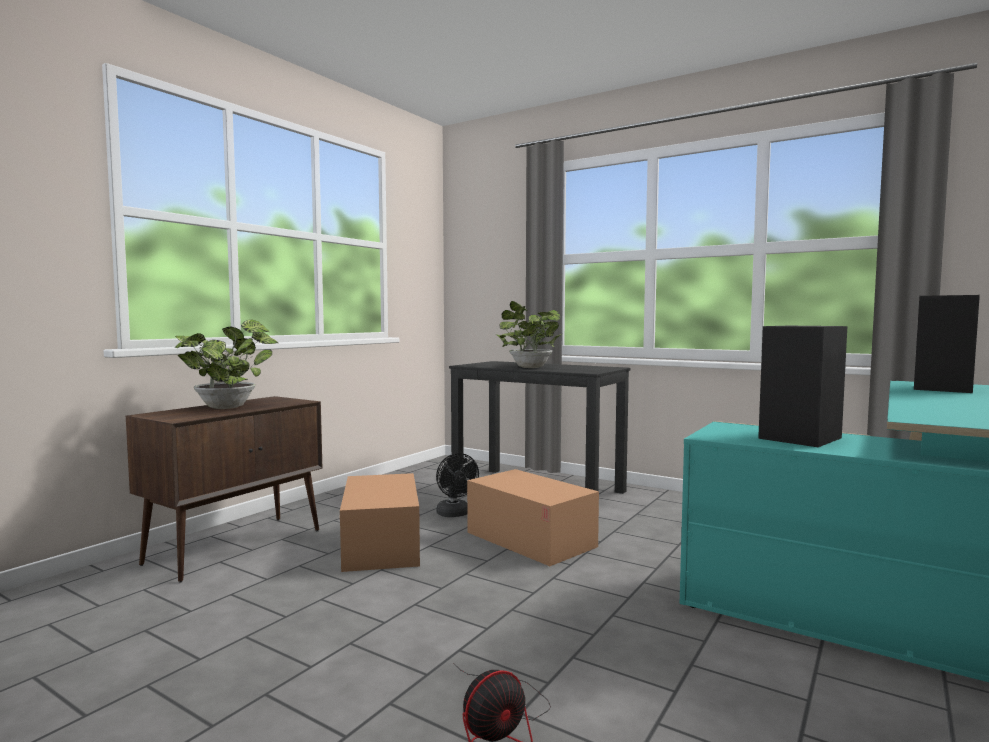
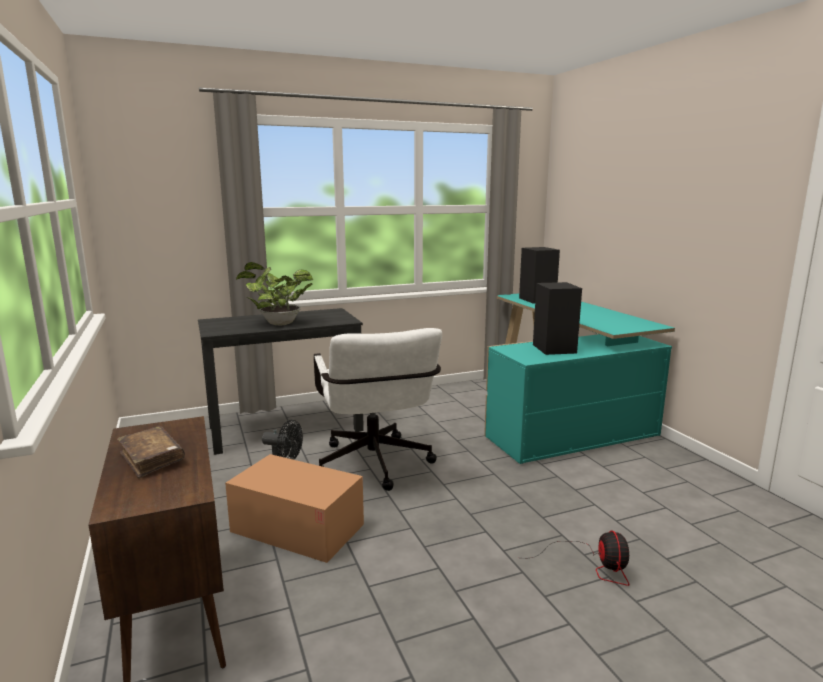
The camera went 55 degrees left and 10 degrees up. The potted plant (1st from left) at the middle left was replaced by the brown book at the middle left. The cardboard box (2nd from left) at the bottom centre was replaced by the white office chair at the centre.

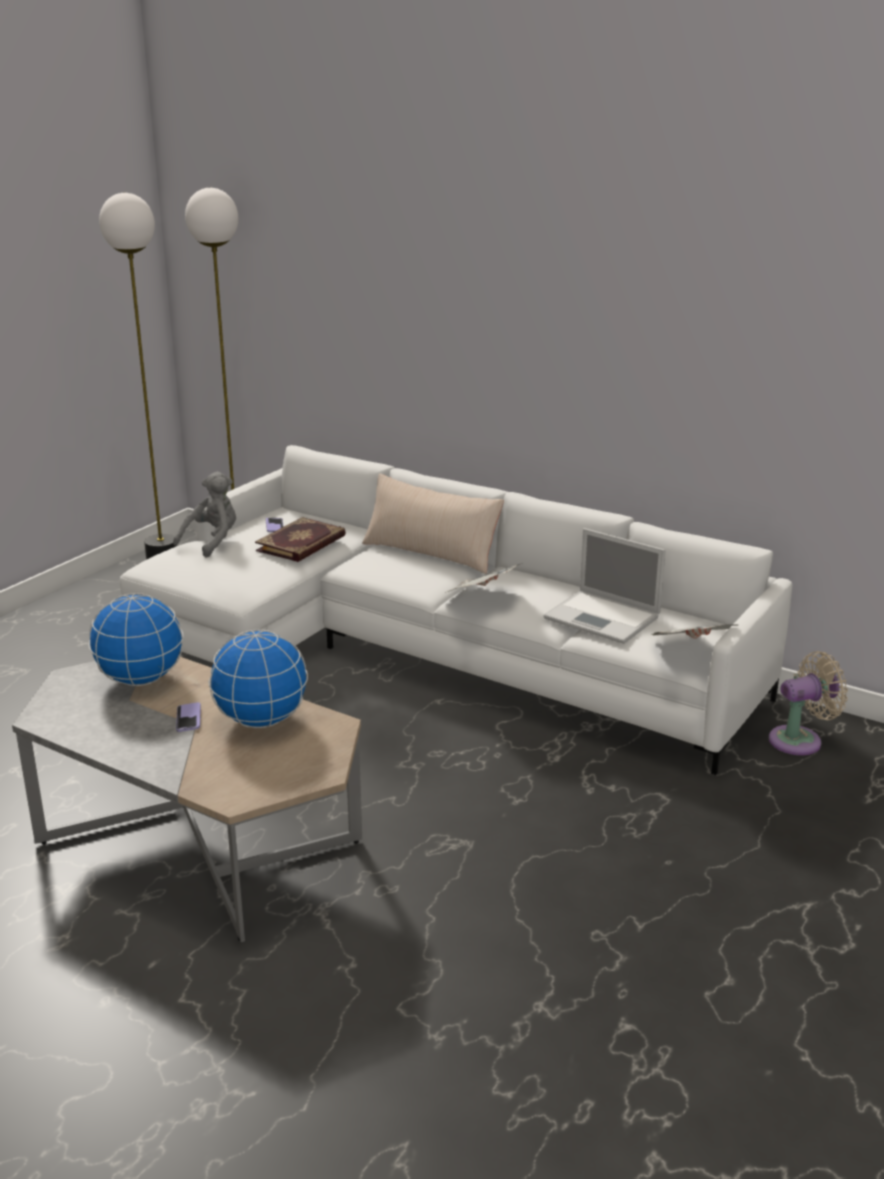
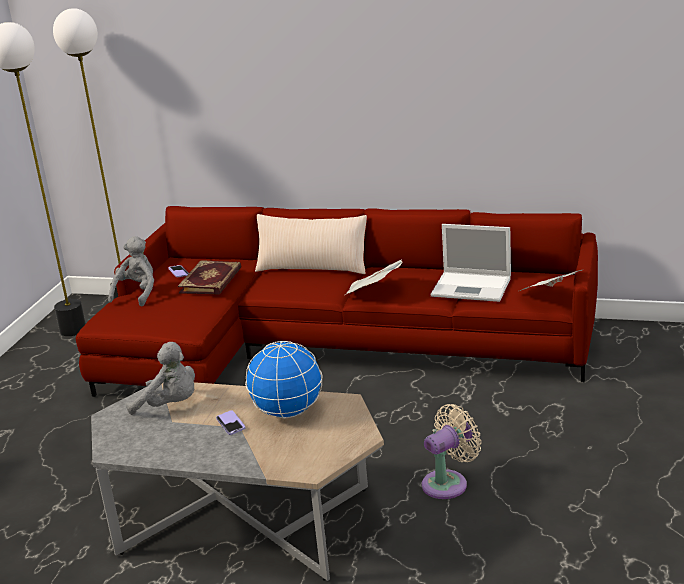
The camera went 15 degrees left and 0 degrees up. The white sofa at the centre became the red sofa at the centre. The globe (1st from left) at the middle left was replaced by the grey plush toy (2nd from left) at the middle left. The beige fan moved from the middle right to the bottom centre.

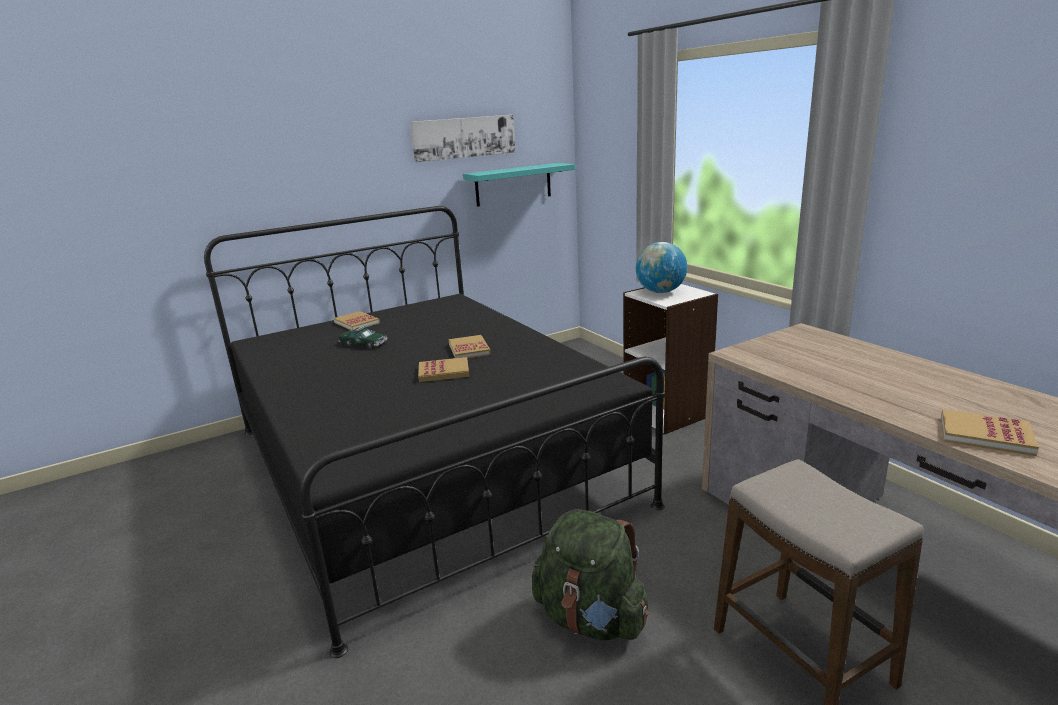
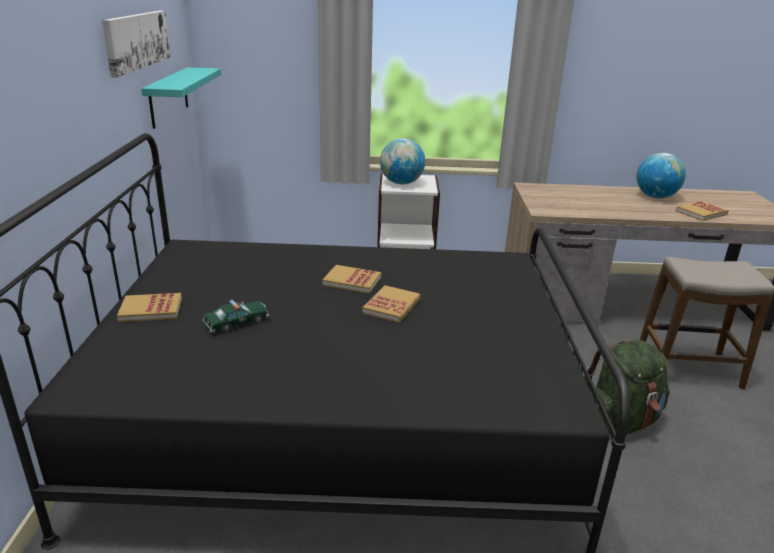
The camera went 60 degrees left and 5 degrees up. The globe (2nd from left) at the top right appeared.

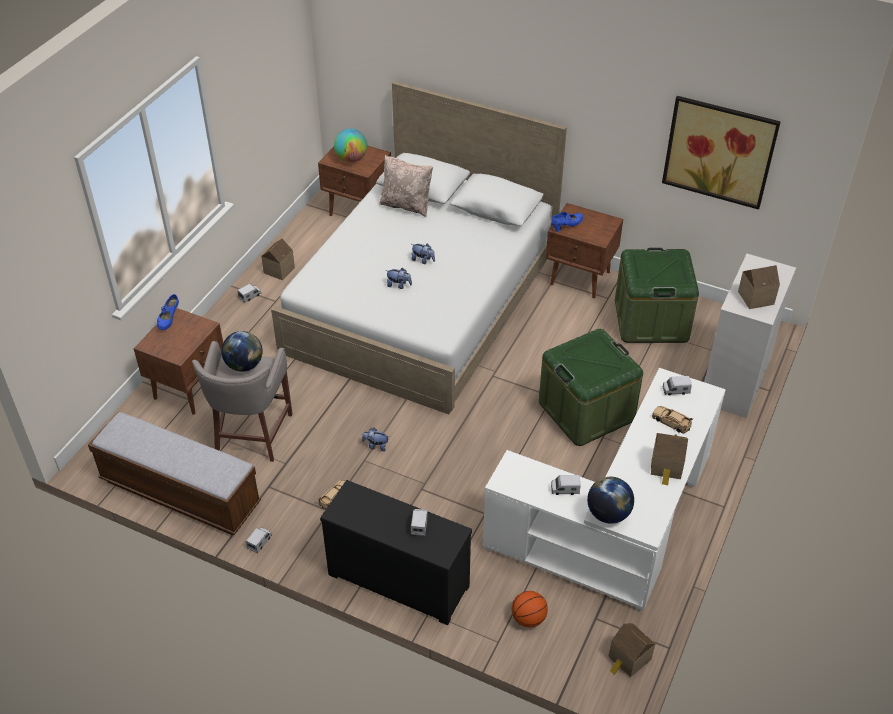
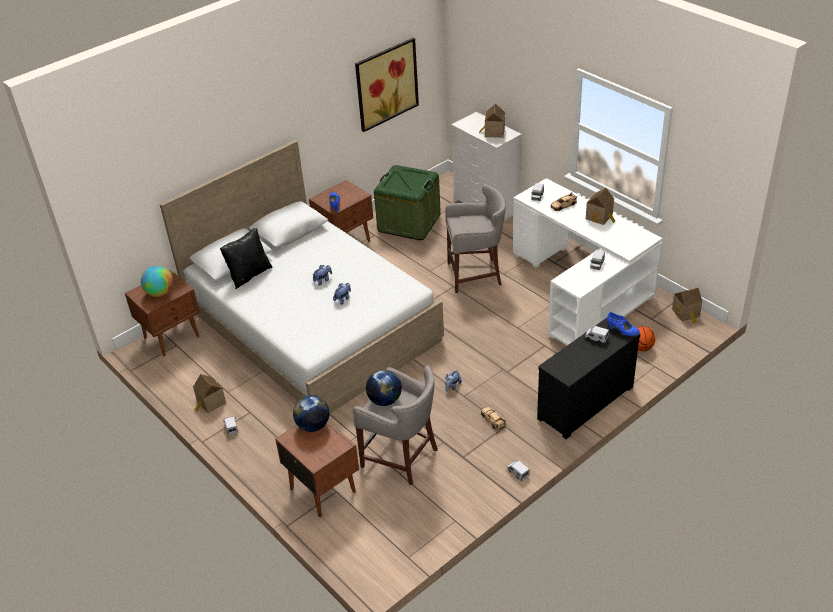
The camera went 65 degrees left and 5 degrees down. The beige pillow at the top centre became the black pillow at the middle left. The globe (3rd from left in the first image) moved from the bottom right to the bottom centre. The green storage box (1st from left) at the centre was replaced by the grey stool (2nd from left) at the centre. The blue shoe (1st from left in the first image) moved from the middle left to the middle right. The bench at the middle left disappeared.

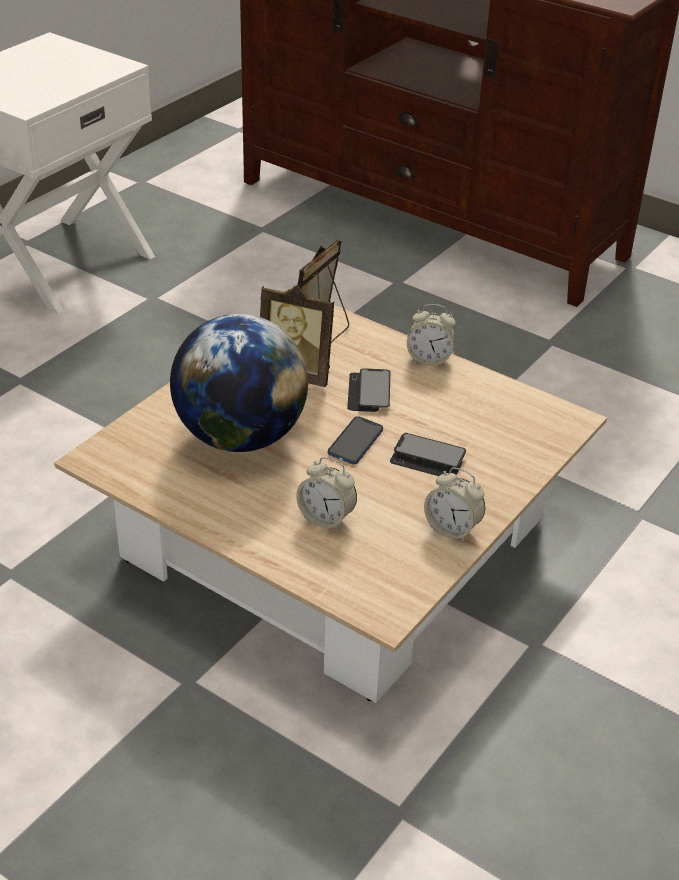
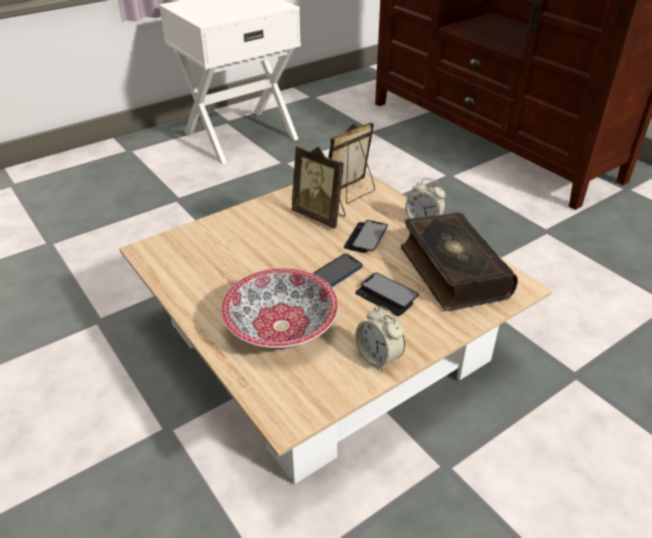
The camera went 20 degrees right and 0 degrees up. The alarm clock (1st from left) at the centre was replaced by the bowl at the centre. The book at the middle right appeared. The globe at the centre disappeared.

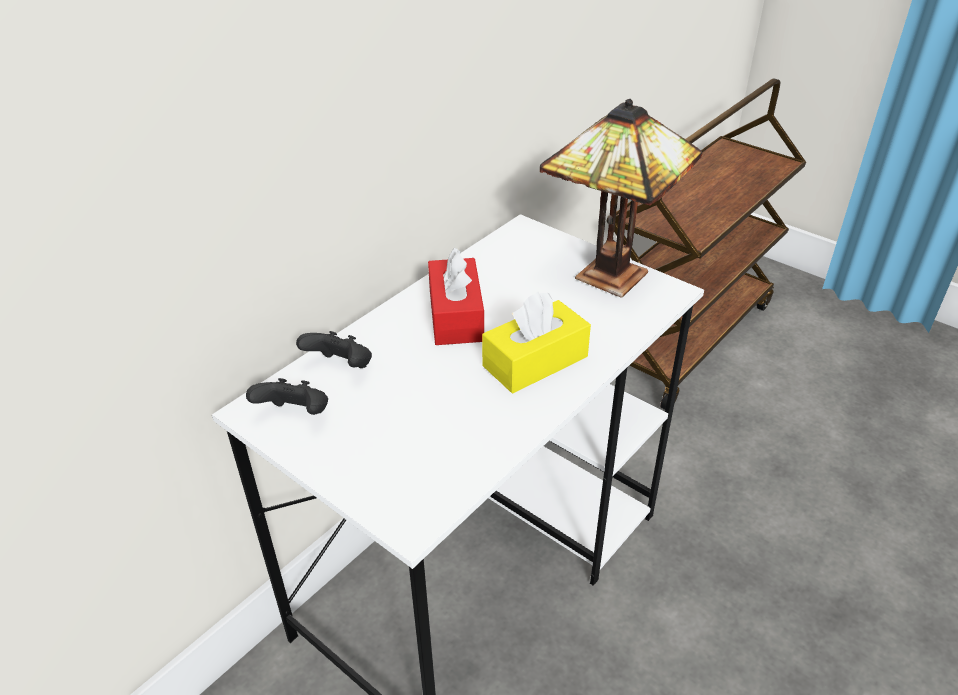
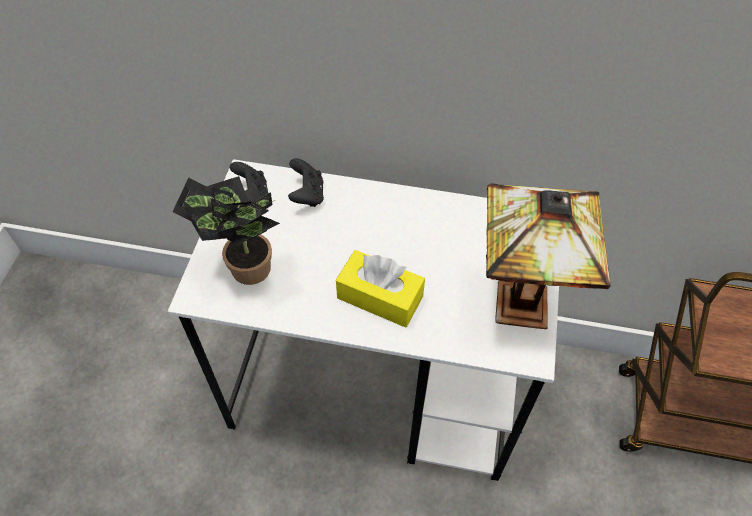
The camera went 60 degrees right and 15 degrees up. The potted plant at the middle left appeared. The red tissue box at the centre disappeared.

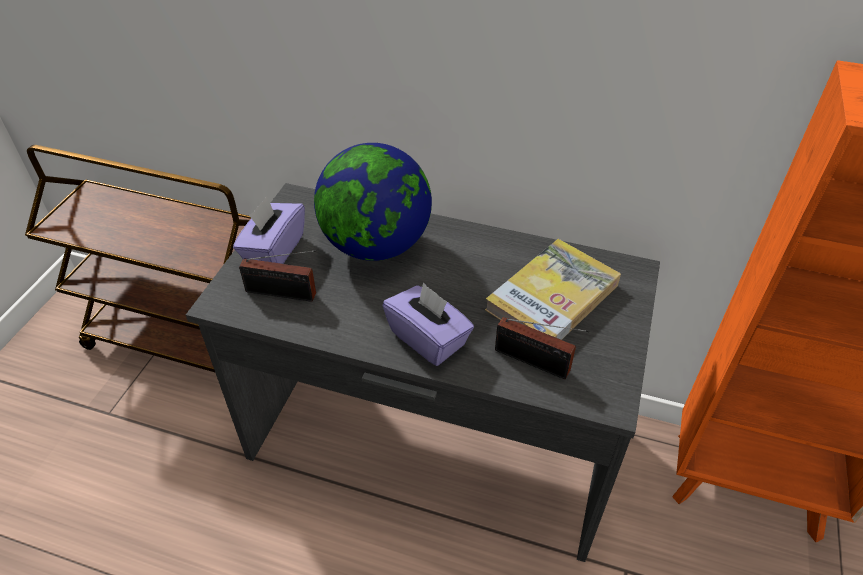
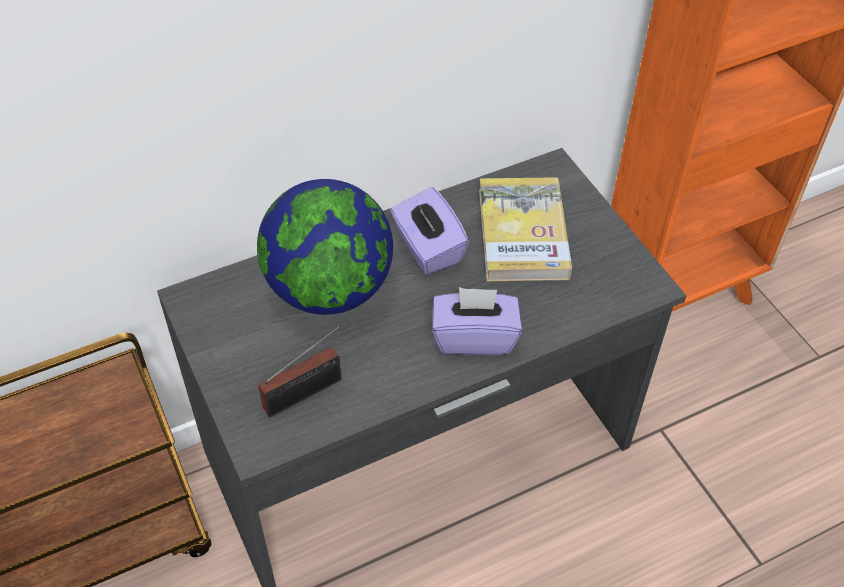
The camera went 45 degrees left and 5 degrees up. The purple tissue box (1st from left) moved from the middle left to the centre. The radio (2nd from left) at the centre disappeared.

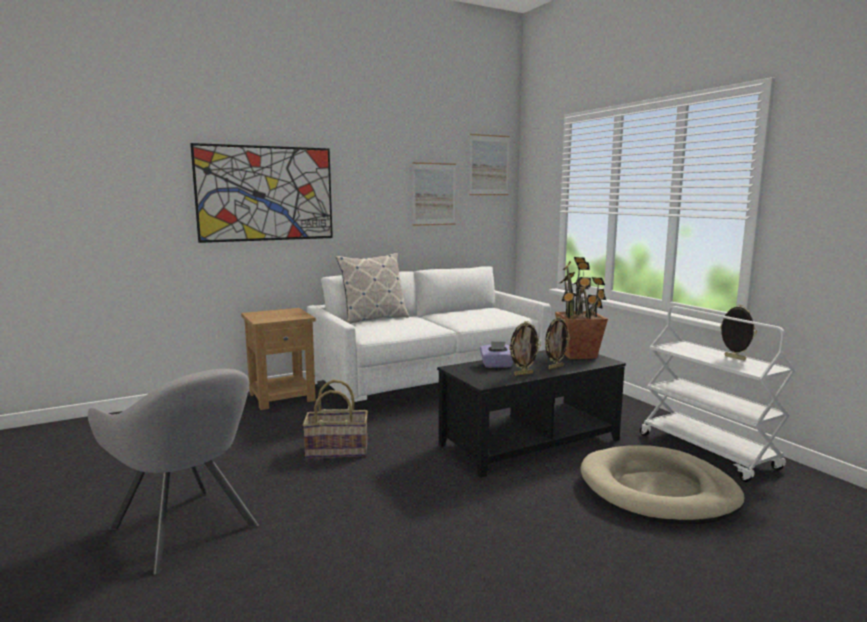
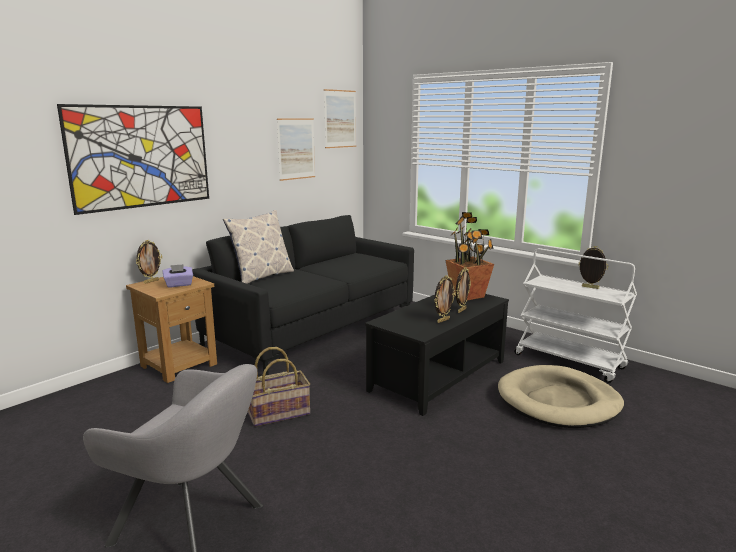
The camera went 20 degrees left and 5 degrees up. The picture frame (1st from left) at the middle left appeared. The purple tissue box moved from the centre to the middle left. The white sofa at the centre became the black sofa at the centre.

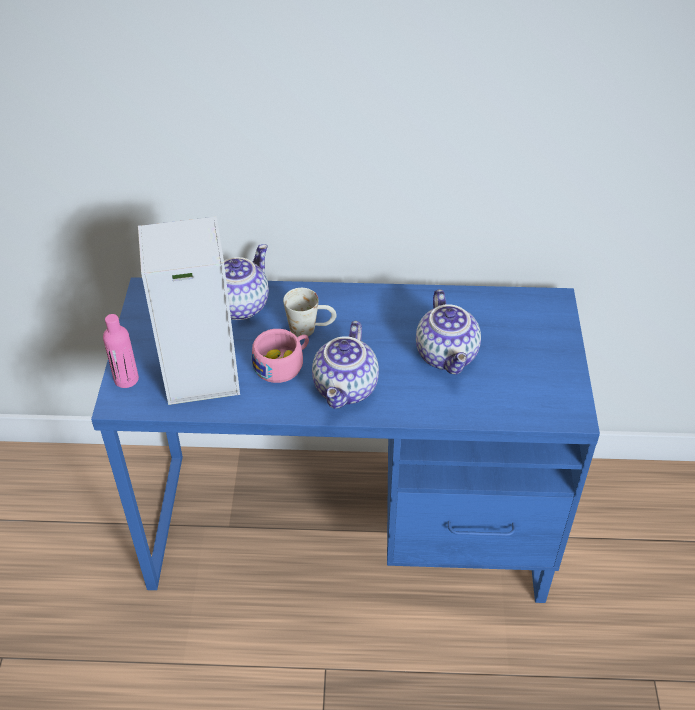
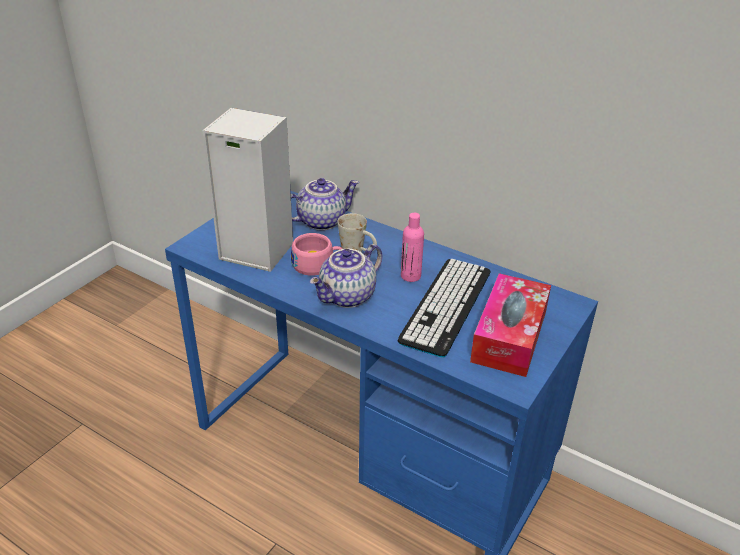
The camera went 30 degrees right and 10 degrees down. The teapot (3rd from left) at the centre was replaced by the keyboard at the centre. The pink bottle moved from the middle left to the centre. The tissue box at the middle right appeared.

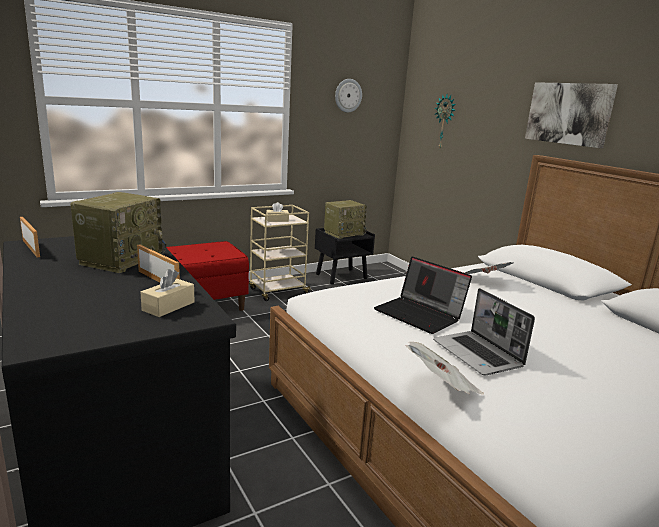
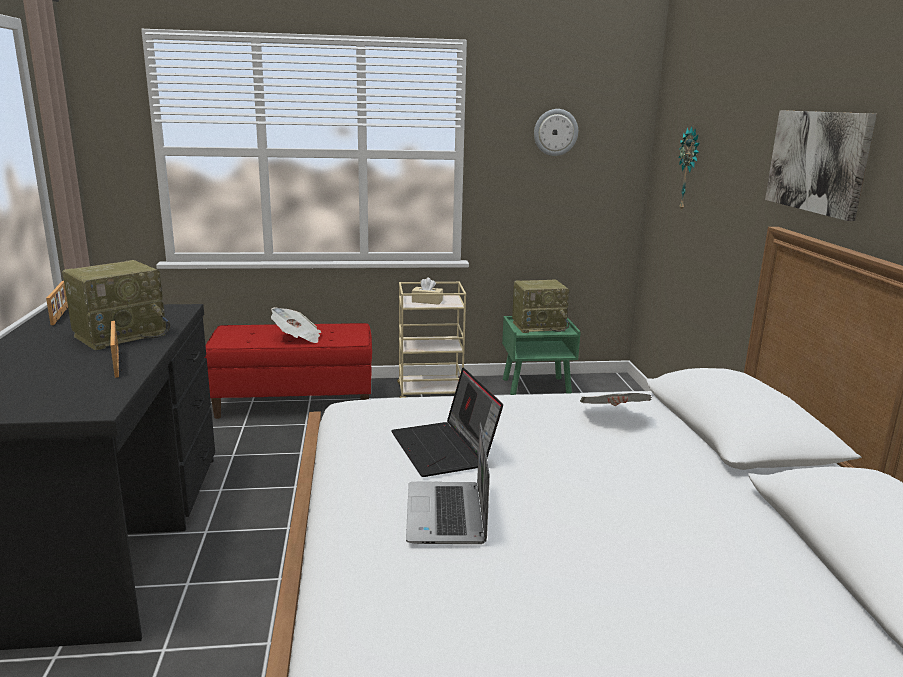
The camera went 25 degrees right and 0 degrees up. The newspaper (1st from left) moved from the bottom right to the middle left. The black nightstand at the centre became the green nightstand at the centre. The beige tissue box (1st from left) at the middle left disappeared.

